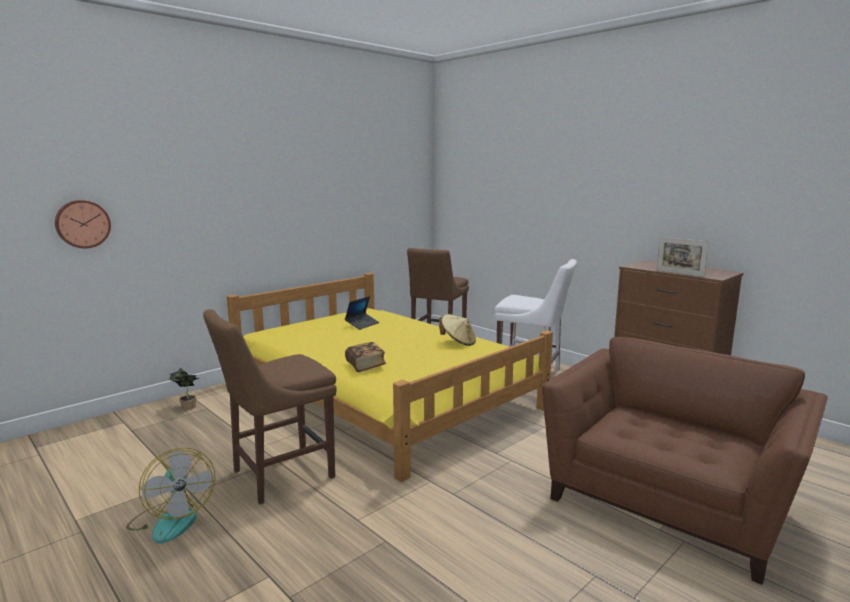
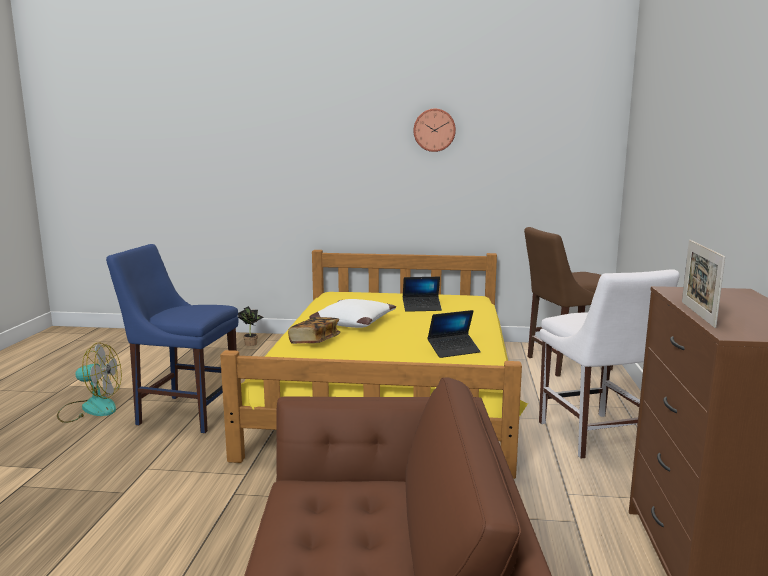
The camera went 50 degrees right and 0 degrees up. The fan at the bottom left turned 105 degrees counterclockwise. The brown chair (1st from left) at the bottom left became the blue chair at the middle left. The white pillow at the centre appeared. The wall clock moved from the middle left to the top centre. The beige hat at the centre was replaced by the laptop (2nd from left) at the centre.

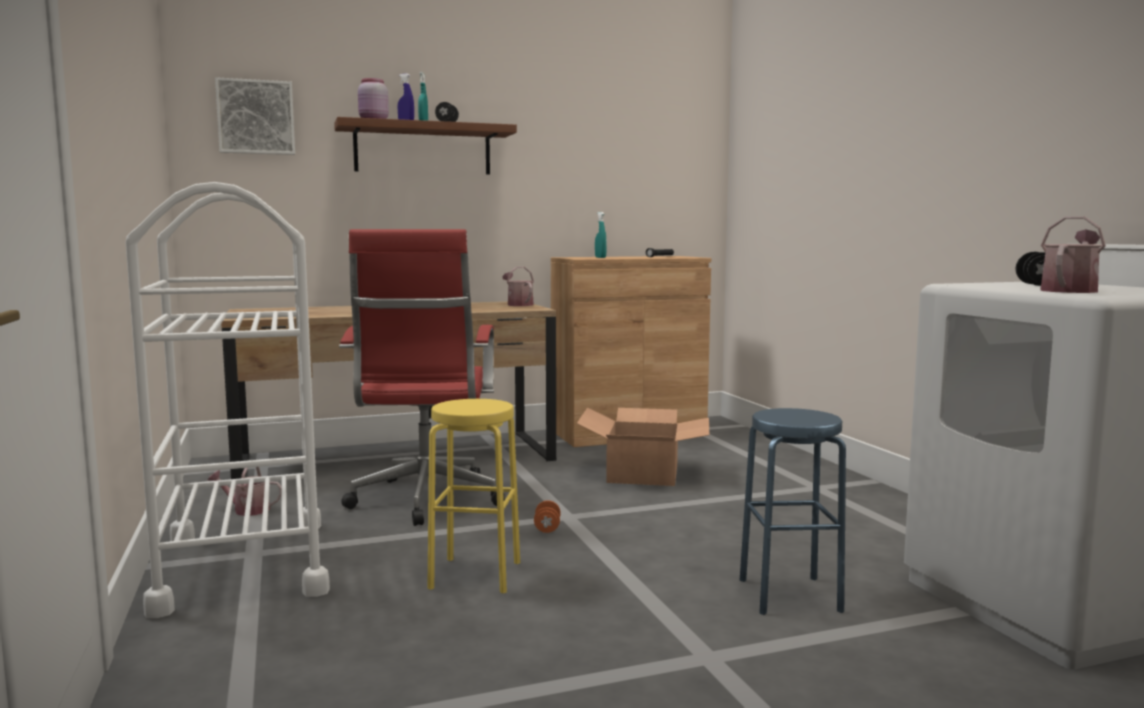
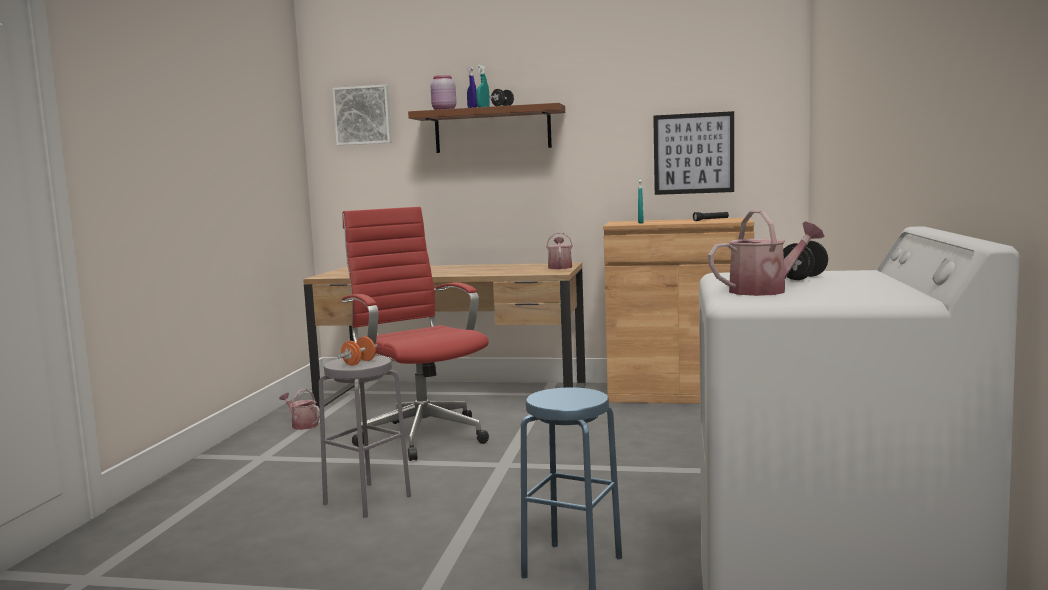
The camera went 30 degrees right and 0 degrees up. The yellow stool at the bottom centre became the grey stool at the bottom centre. The orange dumbbell moved from the bottom centre to the centre. The red office chair at the centre turned 120 degrees clockwise. The picture (2nd from left) at the top centre appeared. The white cart at the middle left disappeared. The cardboard box at the centre disappeared.

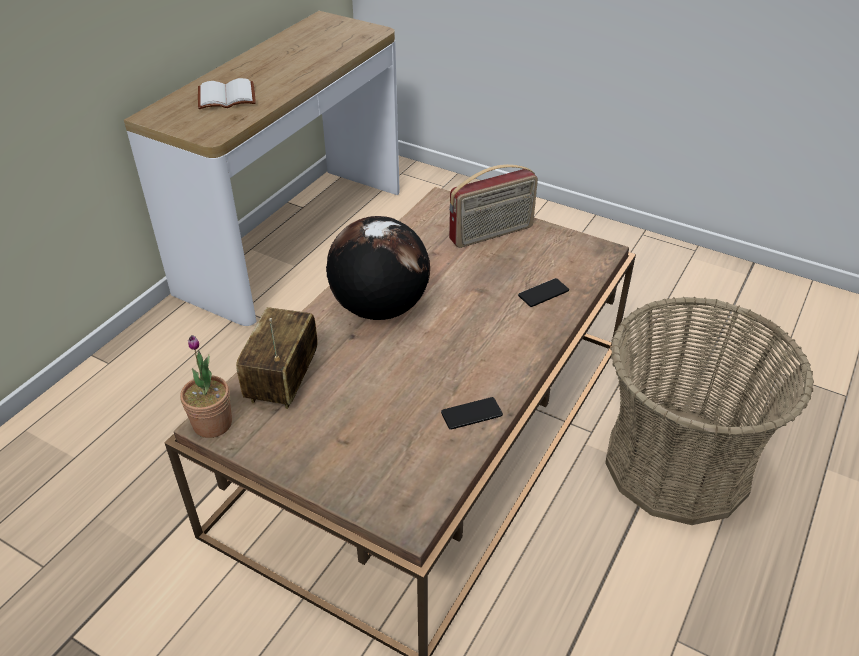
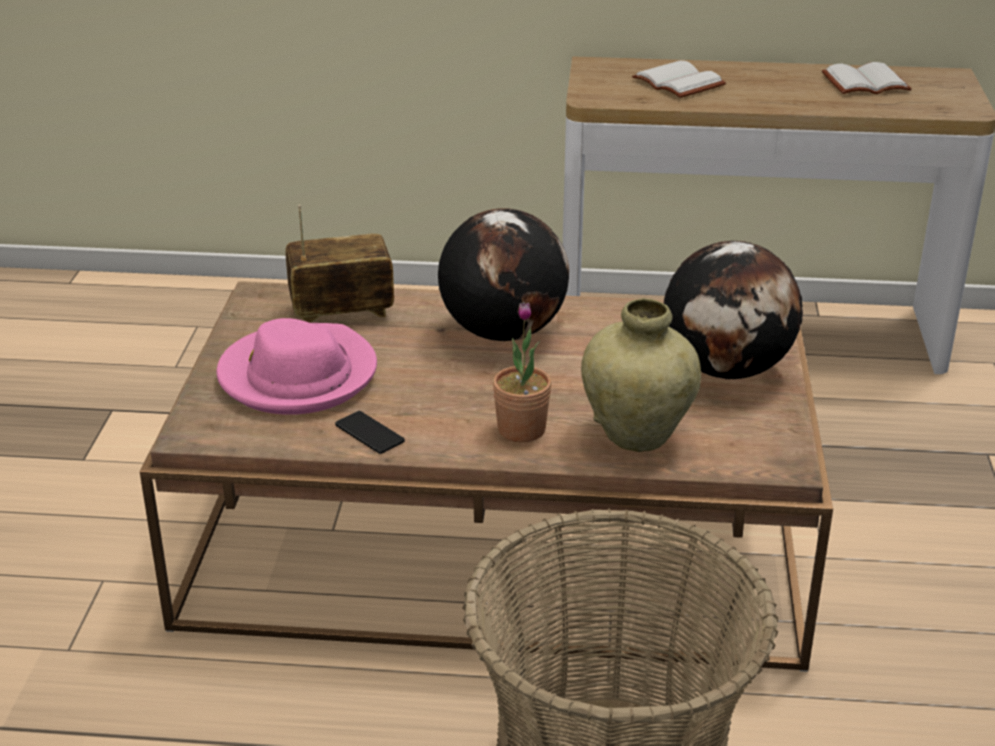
The camera went 65 degrees right and 10 degrees down. The pink hat at the middle left appeared. The potted plant moved from the middle left to the centre. The phone (2nd from left) at the centre was replaced by the beige vase at the centre. The radio (2nd from left) at the top centre was replaced by the globe (2nd from left) at the middle right. The white book (2nd from left) at the top right appeared.

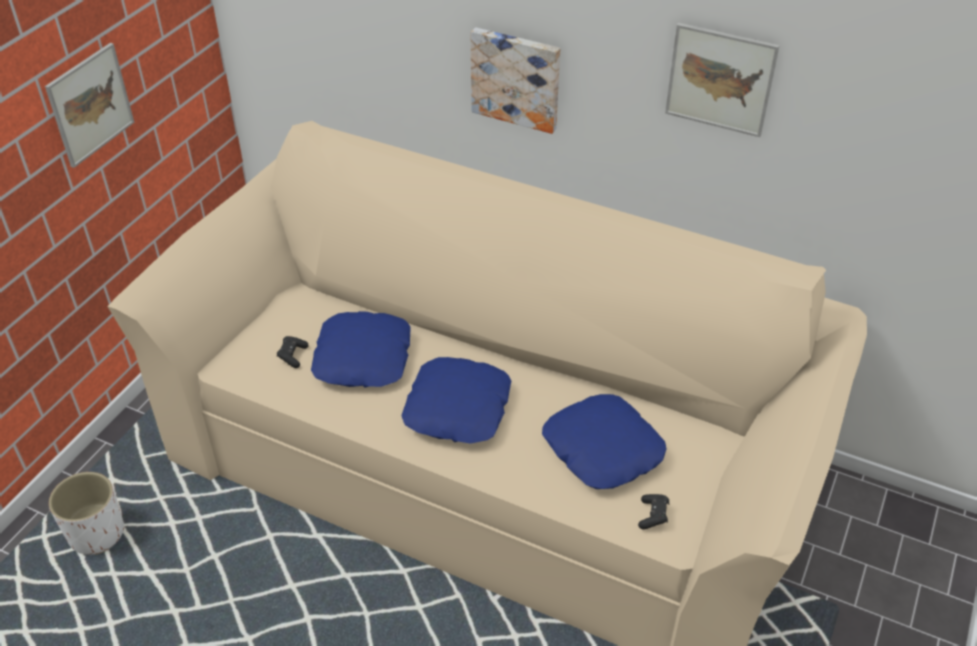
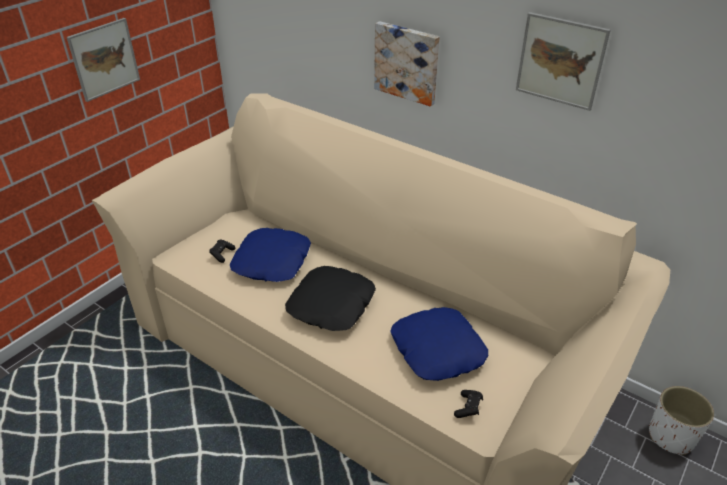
The camera went 10 degrees right and 5 degrees down. The blue pillow (2nd from left) at the centre became the black pillow at the centre. The white planter moved from the bottom left to the bottom right.

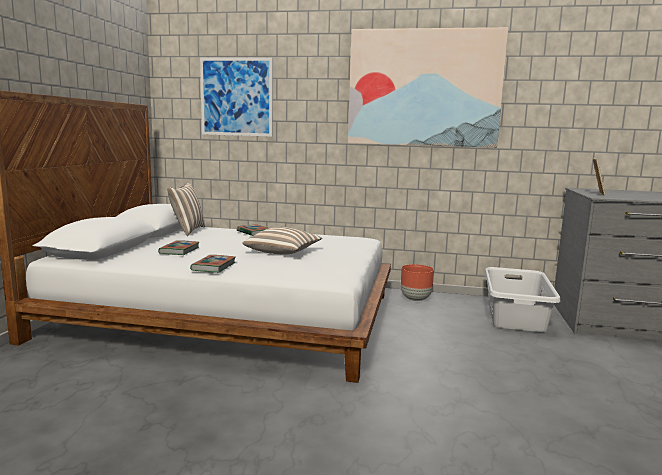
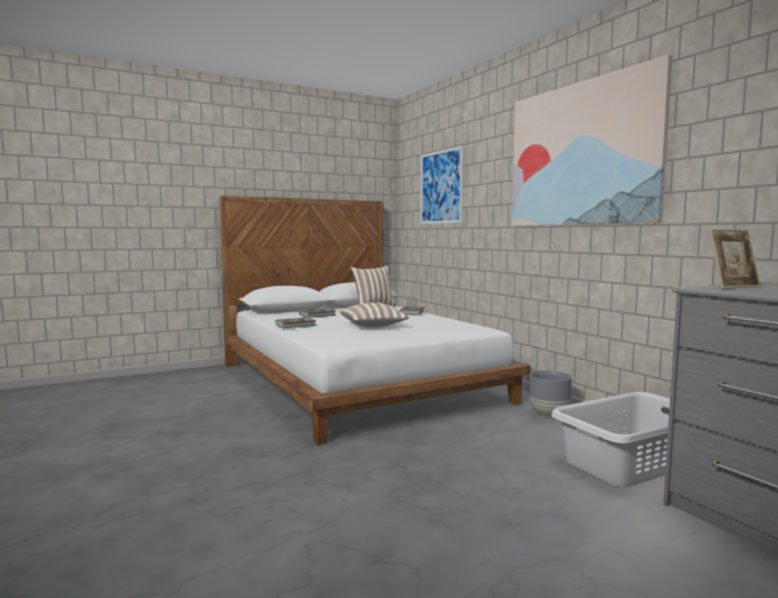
The camera went 50 degrees right and 5 degrees down. The brown planter at the centre became the grey planter at the middle right.

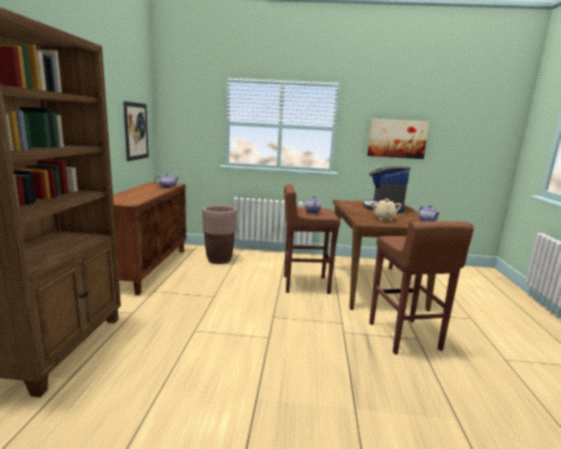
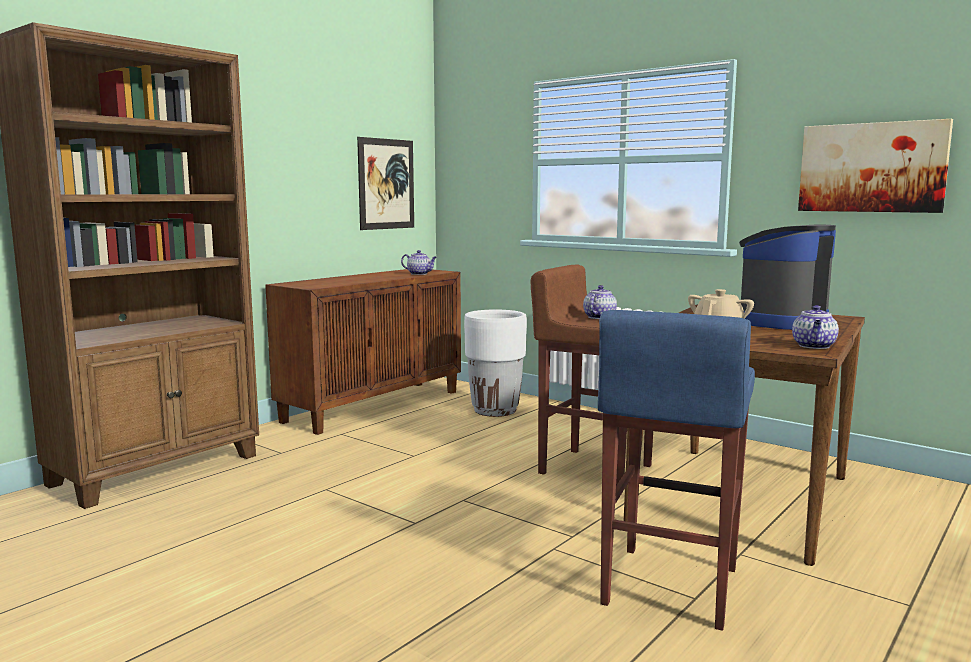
The camera went 35 degrees right and 5 degrees down. The brown planter at the centre became the white planter at the centre. The brown stool (2nd from left) at the middle right became the blue stool at the bottom right.

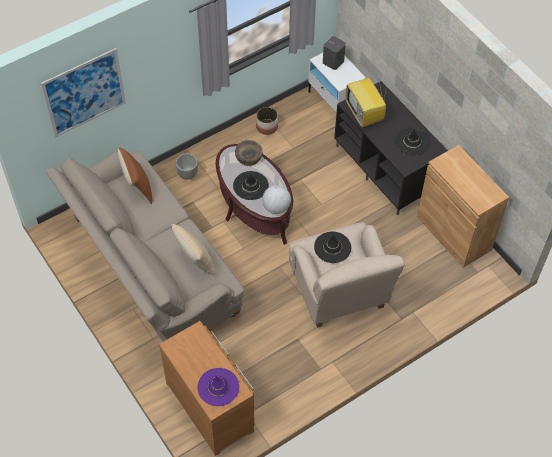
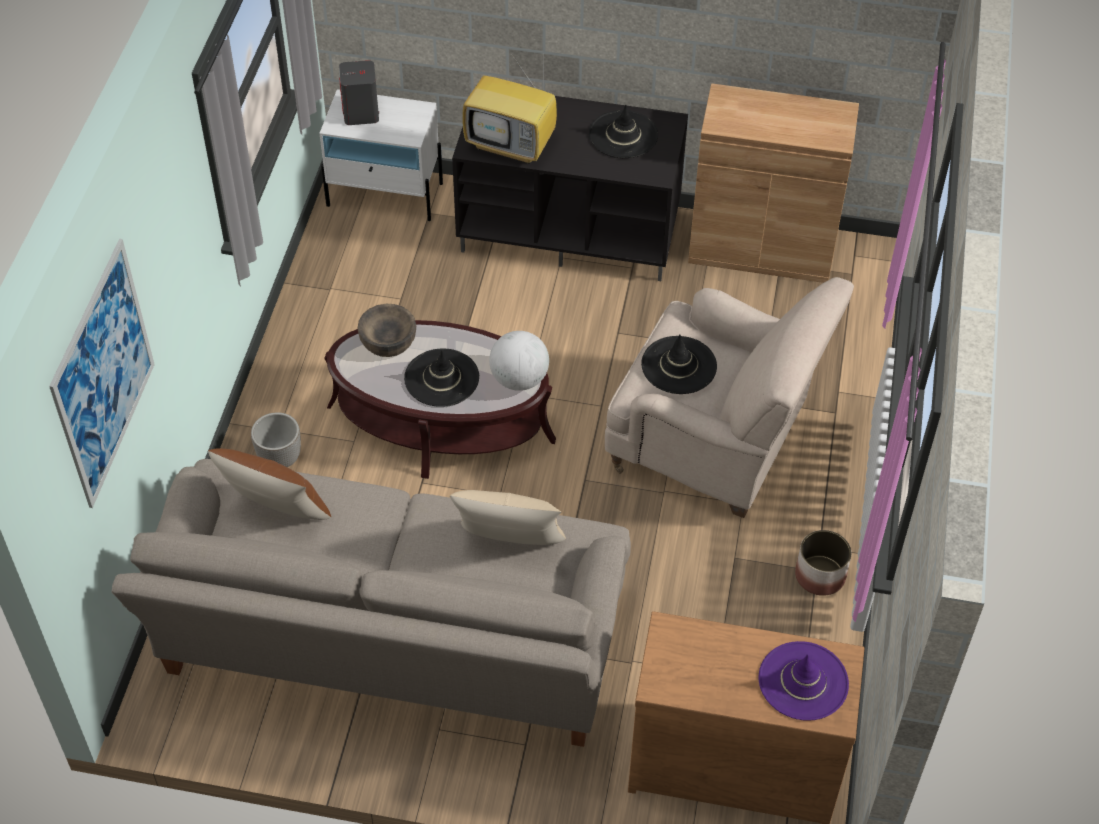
The camera went 45 degrees left and 5 degrees down. The planter (2nd from left) moved from the top centre to the bottom right.

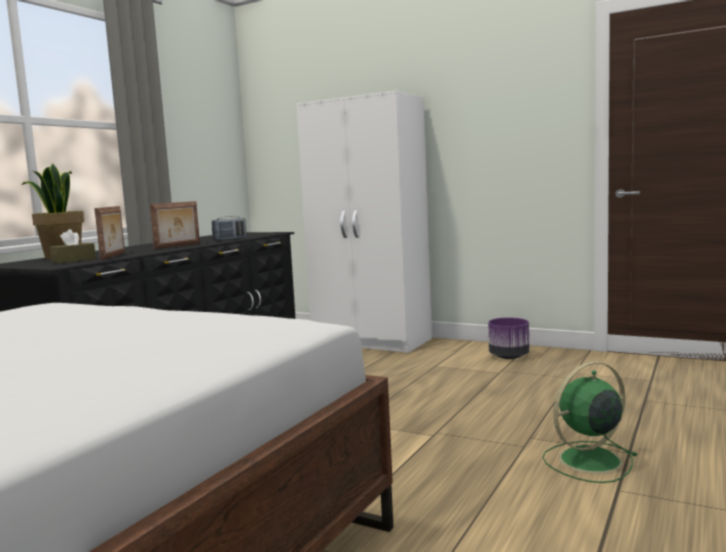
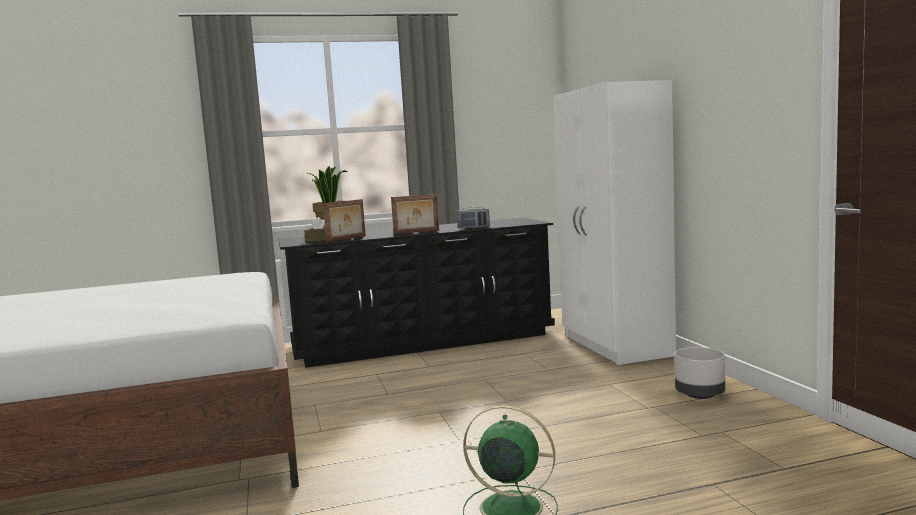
The camera went 45 degrees right and 0 degrees up. The purple planter at the middle right became the grey planter at the bottom right.

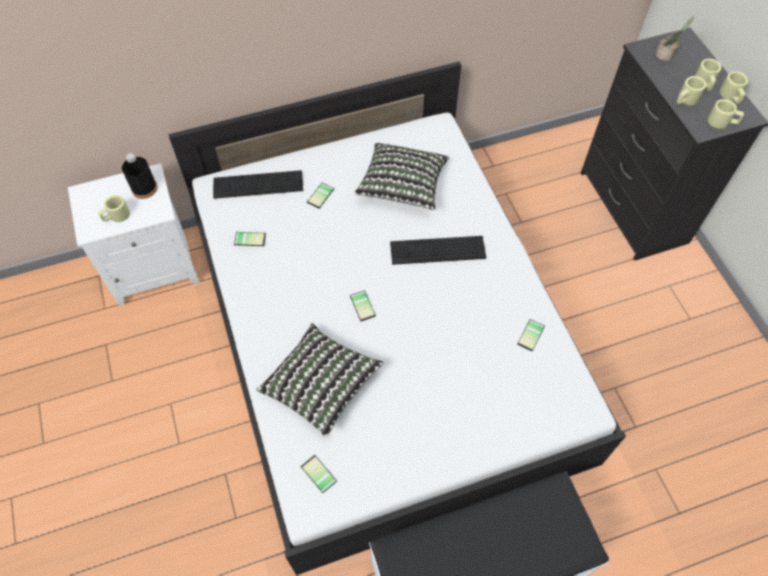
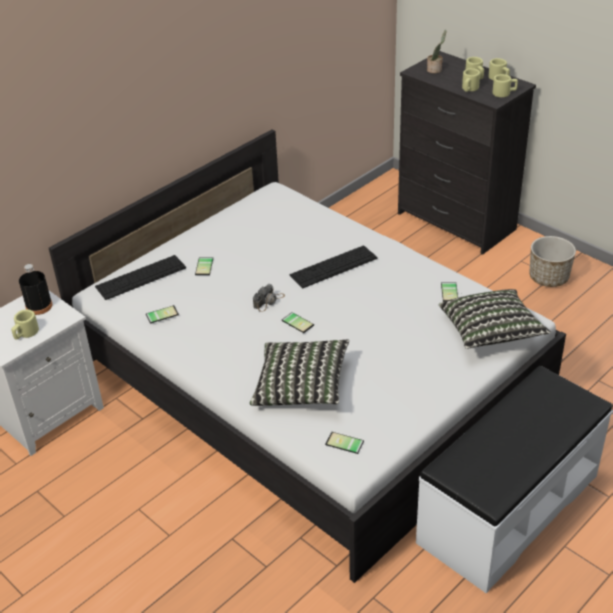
The camera went 25 degrees left and 20 degrees down. The photo camera at the centre appeared. The pillow (2nd from left) moved from the top centre to the middle right. The planter at the middle right appeared.

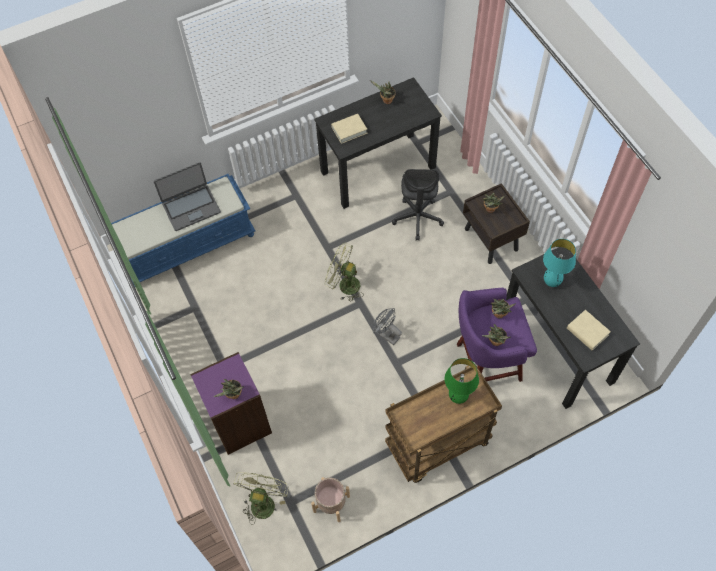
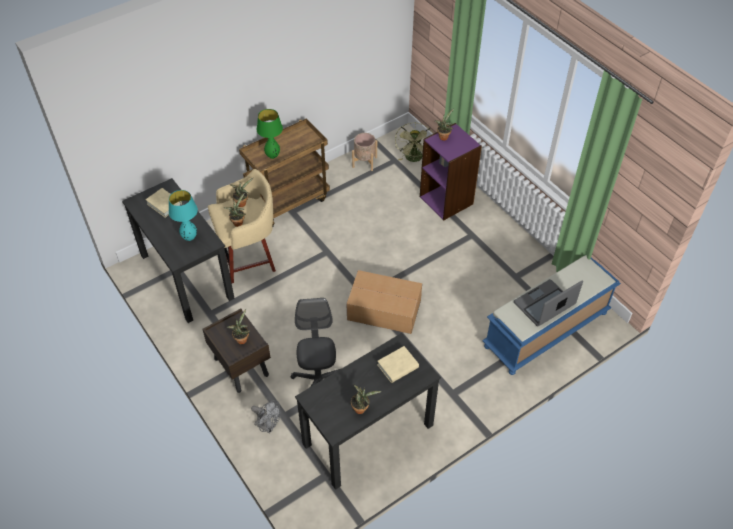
The camera went 170 degrees right and 10 degrees down. The purple stool at the middle right became the beige stool at the middle left. The grey fan moved from the centre to the bottom centre. The green fan (2nd from left) at the centre was replaced by the cardboard box at the centre.

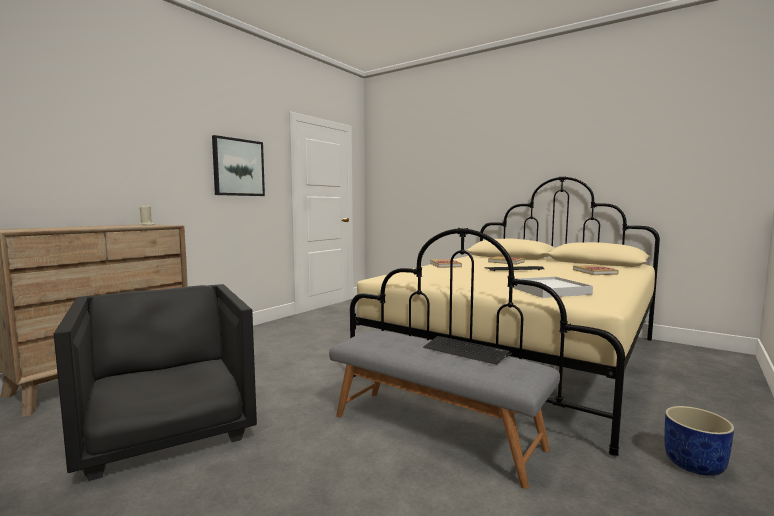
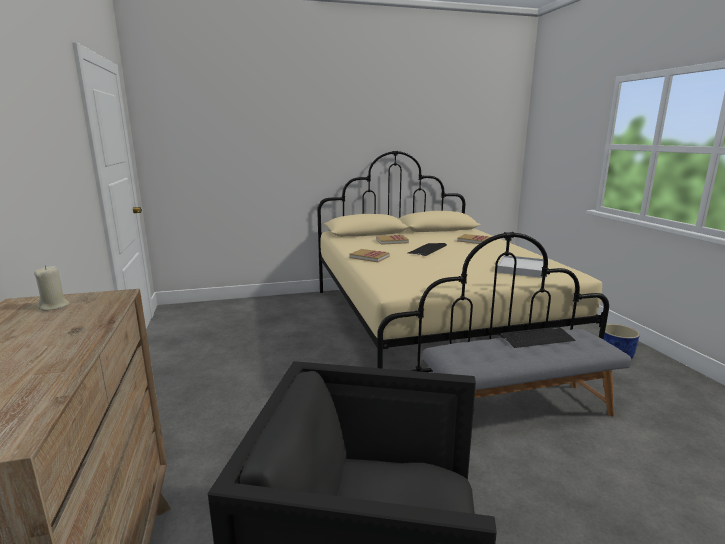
The camera went 50 degrees left and 10 degrees up. The picture at the top left disappeared.

